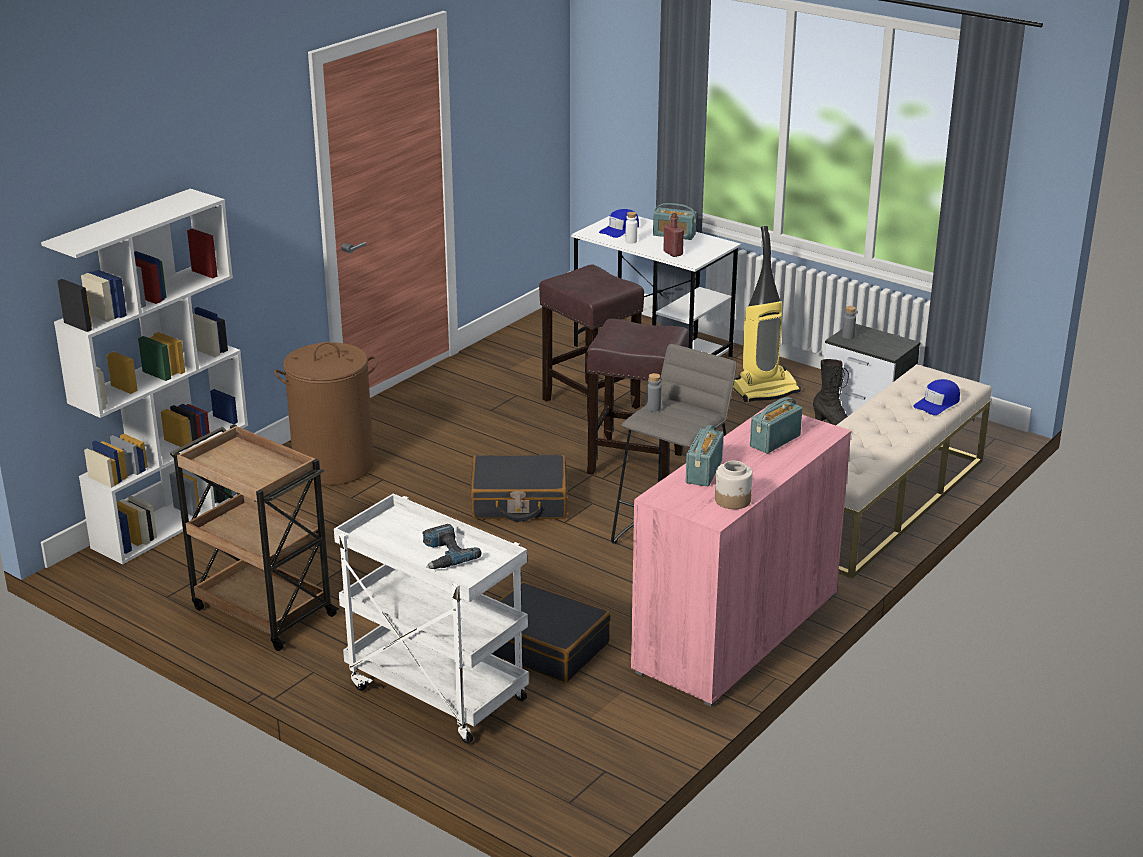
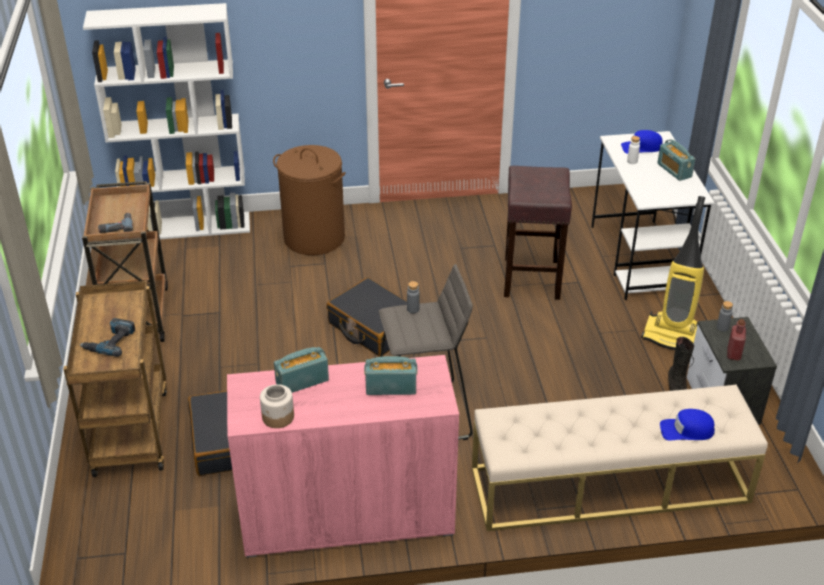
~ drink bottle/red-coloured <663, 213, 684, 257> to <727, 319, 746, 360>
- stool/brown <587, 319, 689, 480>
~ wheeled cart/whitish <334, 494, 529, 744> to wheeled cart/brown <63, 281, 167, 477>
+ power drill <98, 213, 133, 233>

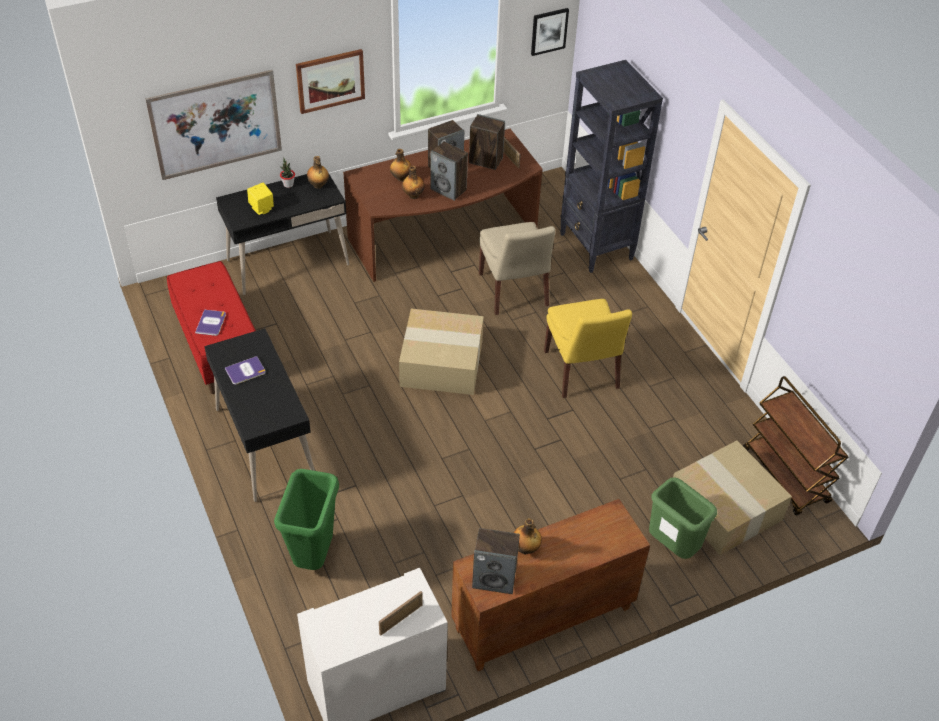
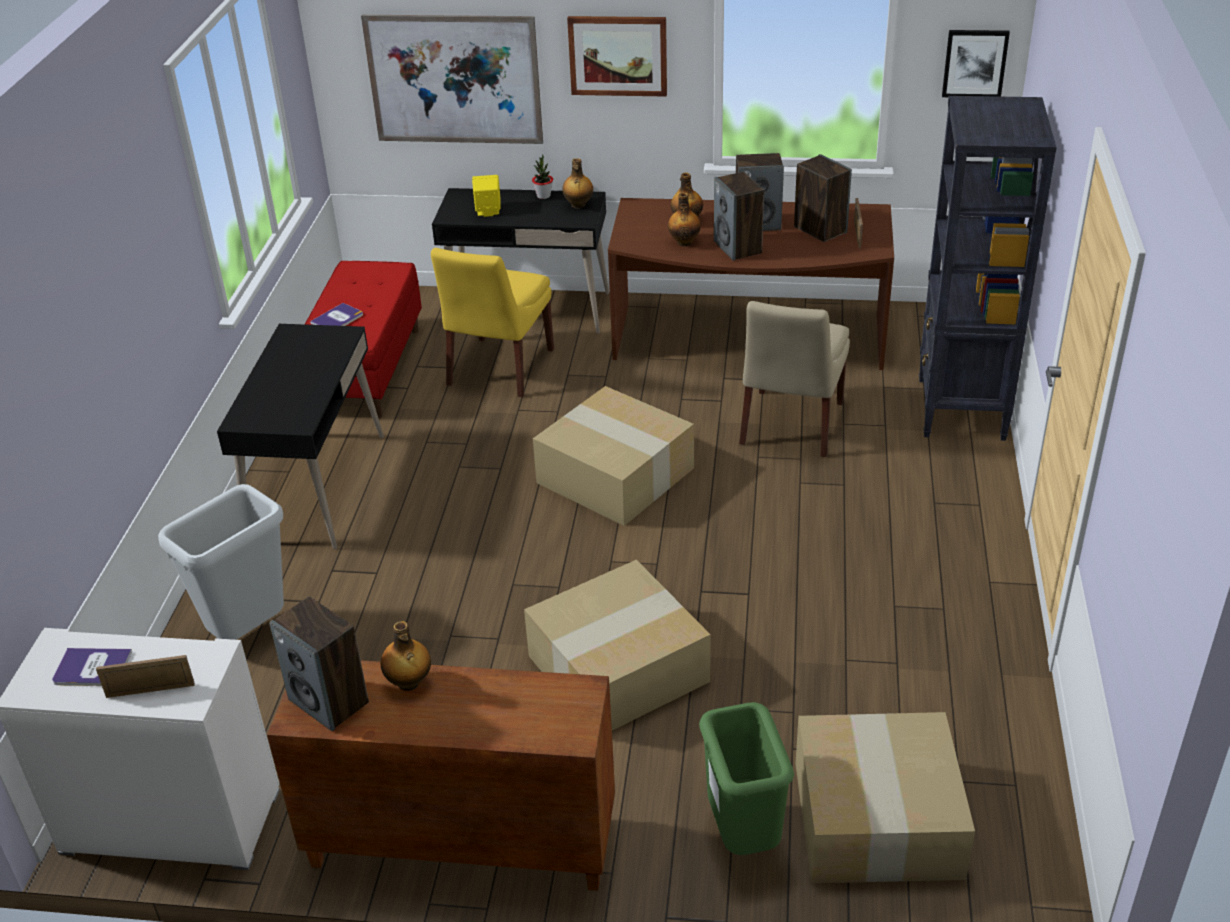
~ chair/yellow <544, 299, 632, 398> to <431, 248, 554, 397>
~ bound book <225, 356, 266, 385> to <52, 648, 132, 686>
- wheeled cart/brown <743, 376, 849, 515>
~ waste bin/green <274, 469, 339, 570> to waste bin/gray <158, 484, 284, 640>
+ packing box <524, 560, 711, 730>

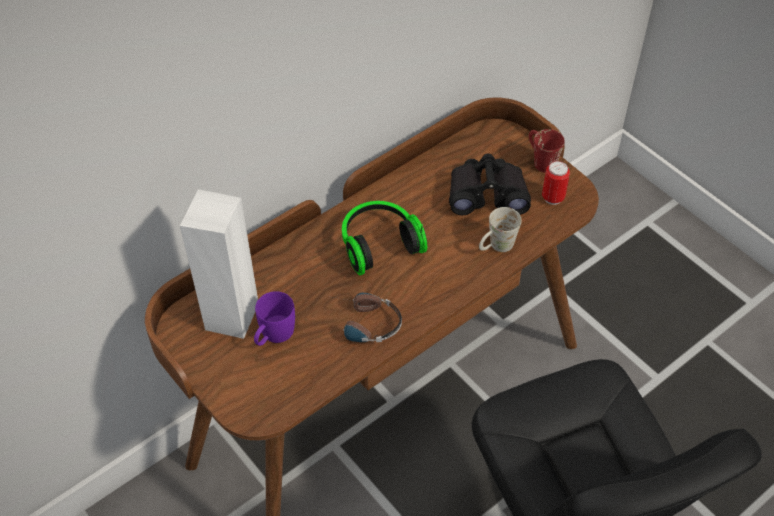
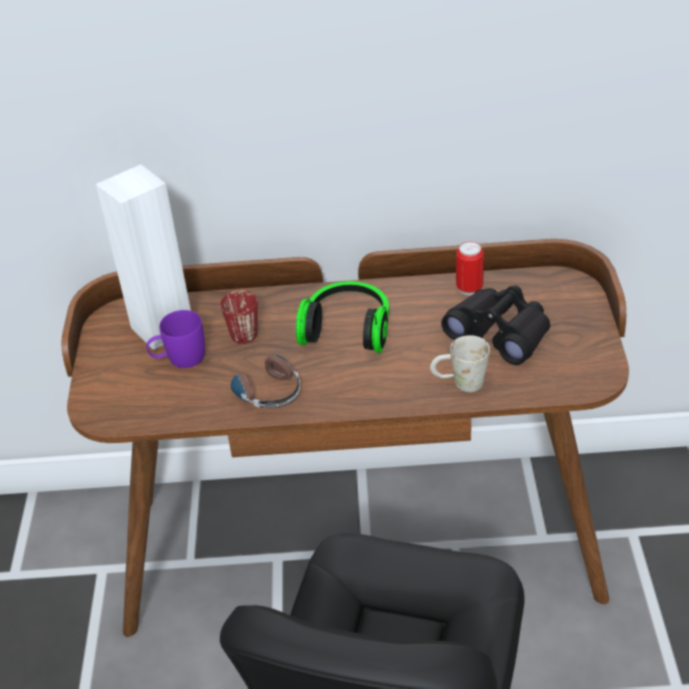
~ tea mug/red-coloured <529, 129, 565, 173> to <220, 289, 258, 344>
~ can <542, 161, 570, 205> to <456, 241, 484, 295>

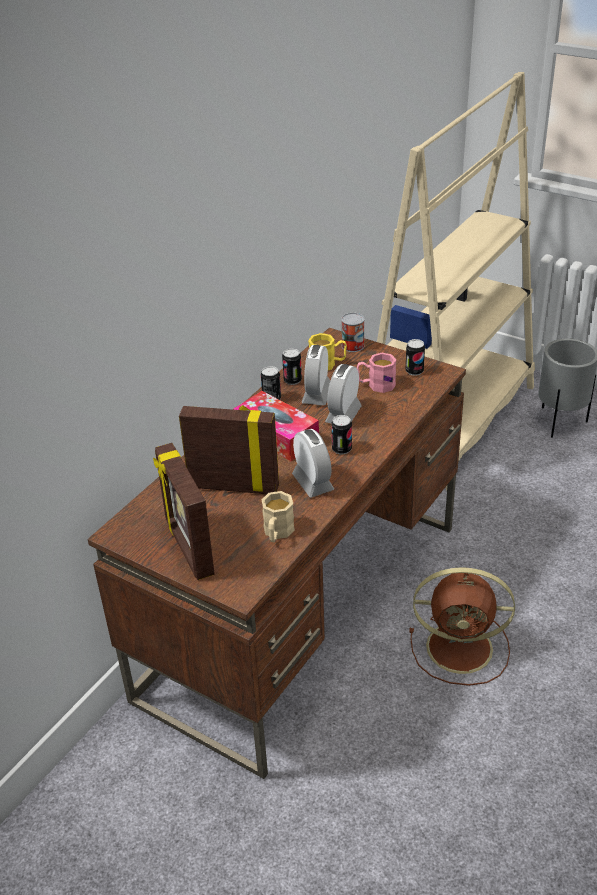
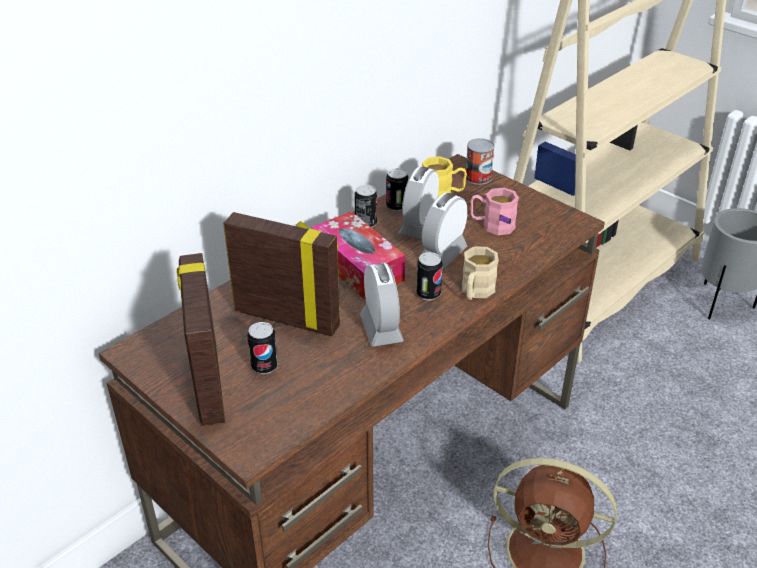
~ can <405, 339, 425, 376> to <247, 322, 278, 374>
~ tea mug/beige <262, 491, 295, 542> to <462, 247, 499, 300>

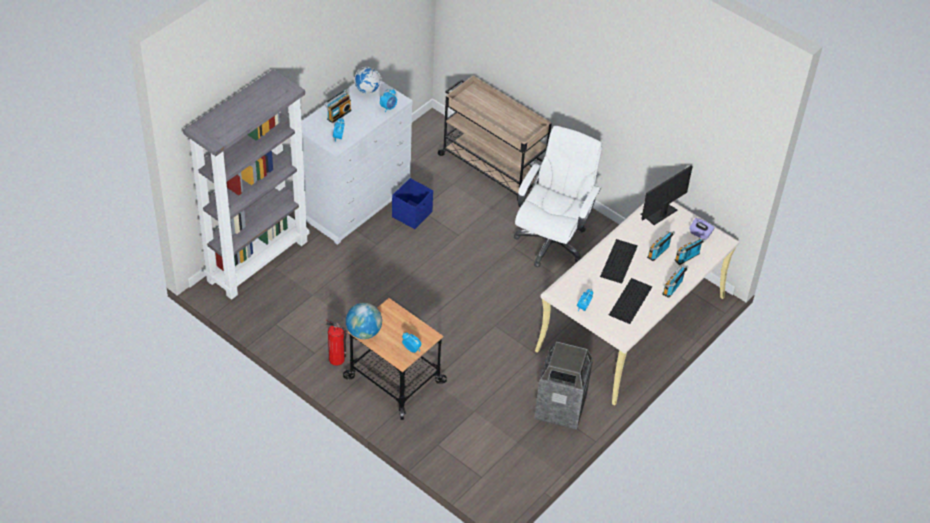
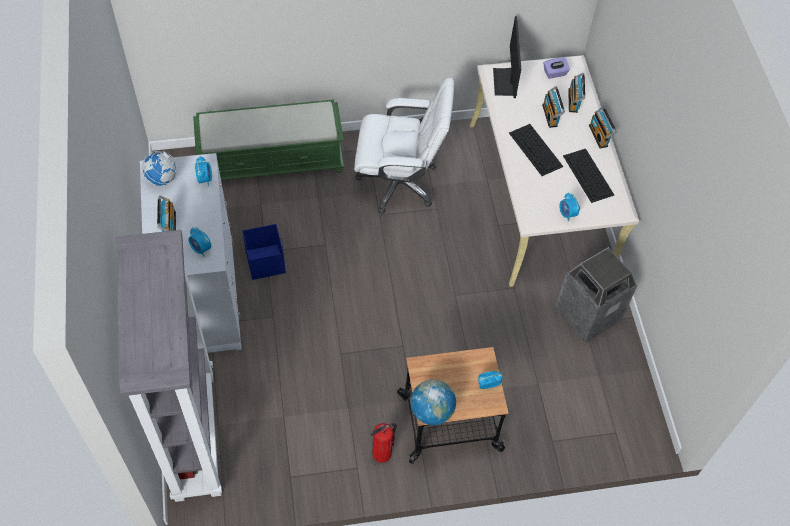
~ wheeled cart/beige <438, 75, 552, 207> to long seat/green <193, 99, 344, 180>
~ desk chair/whitish <514, 126, 602, 267> = <354, 78, 454, 214> 120 degrees clockwise

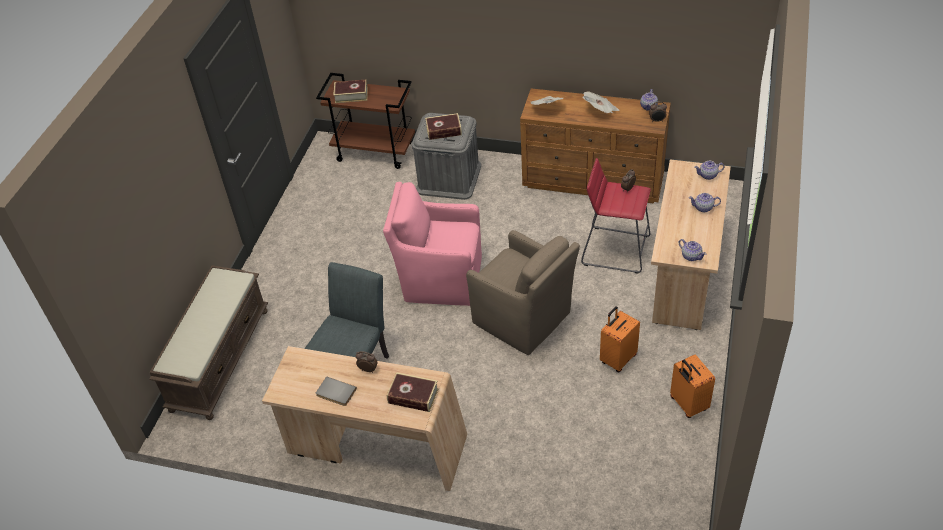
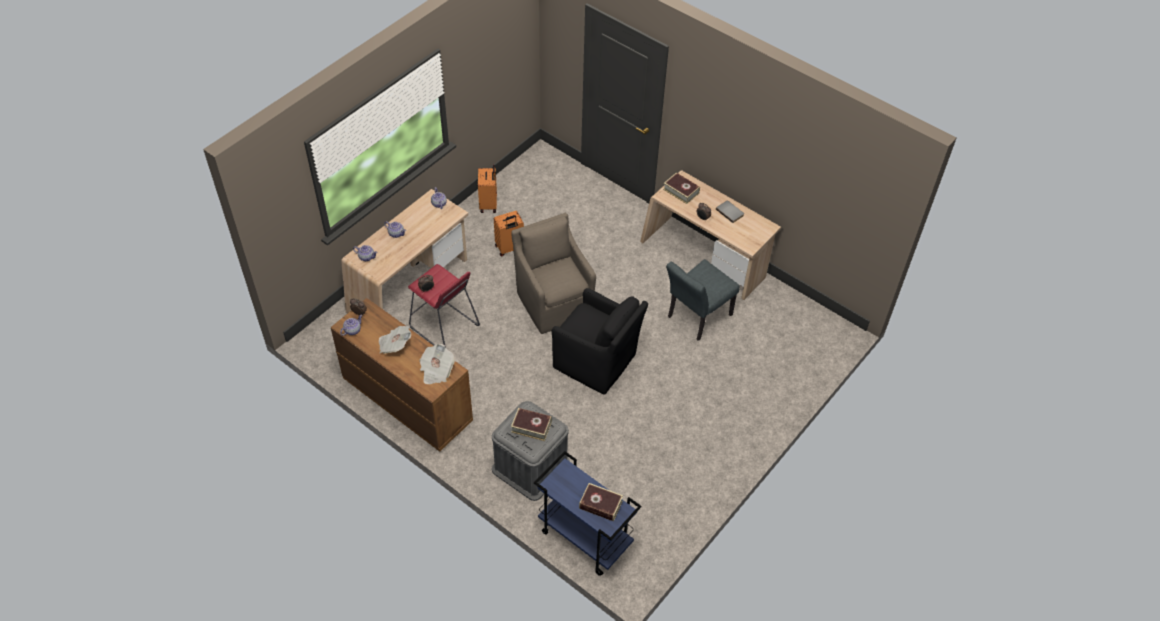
~ wheeled cart/brown <316, 73, 415, 169> to wheeled cart/blue-coloured <534, 451, 641, 576>
~ easy chair/pinkish <383, 182, 482, 306> to easy chair/blackish <552, 288, 648, 395>
- long seat/brown <149, 265, 268, 420>

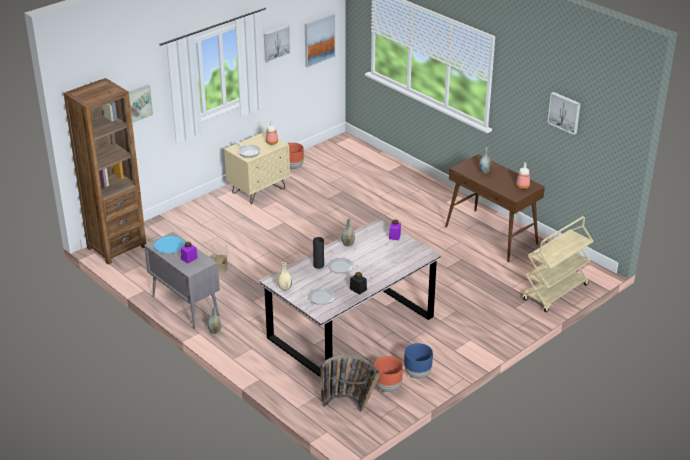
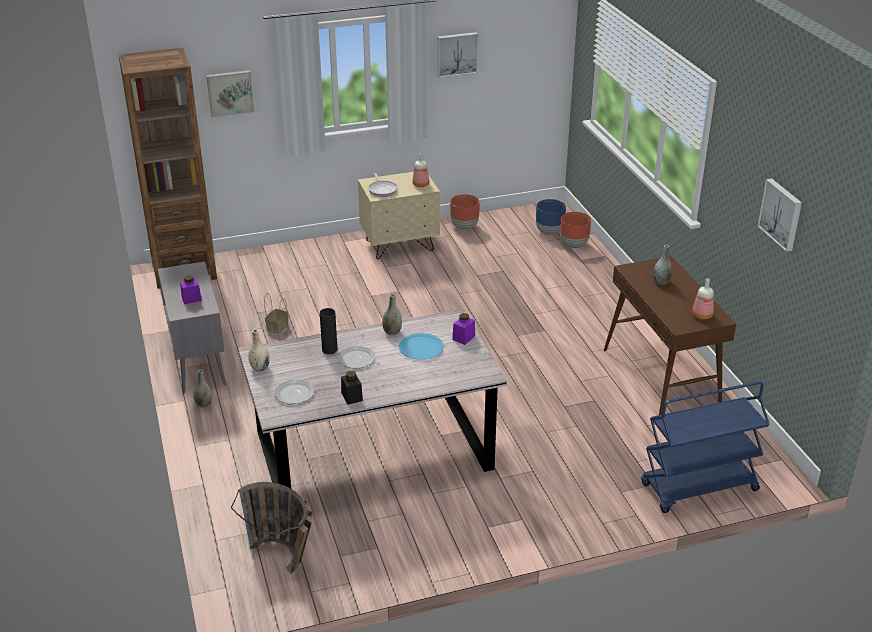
- picture <305, 14, 335, 68>
~ wheeled cart/beige <523, 216, 593, 312> to wheeled cart/blue-coloured <641, 381, 770, 513>
~ plate/blue-coloured <154, 236, 184, 253> to <399, 333, 444, 360>
~ plant pot/blue-coloured <404, 343, 433, 379> to <536, 199, 566, 235>
~ plant pot/brown <374, 356, 403, 392> to <560, 212, 591, 248>

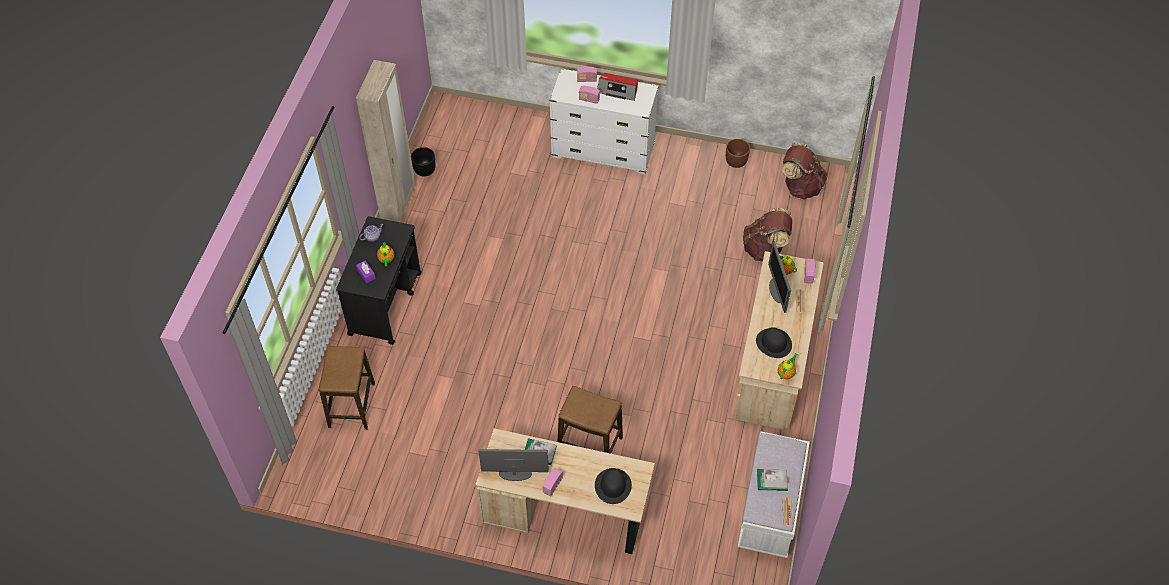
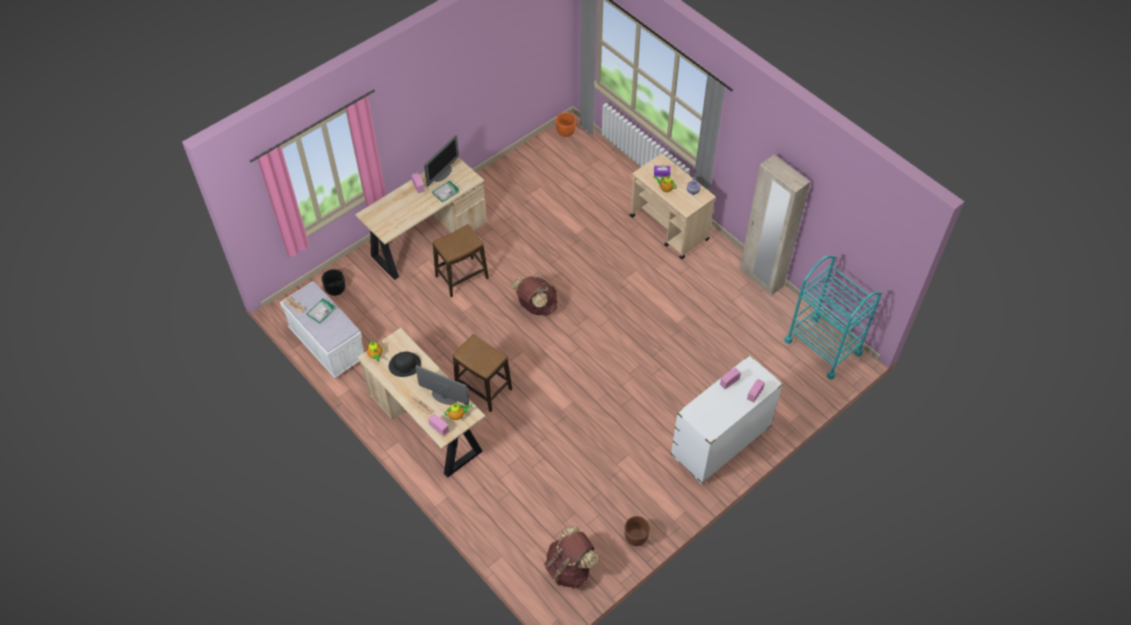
- radio set <597, 73, 638, 101>
~ plant pot/blackish <411, 147, 436, 176> to <322, 269, 345, 296>
~ rucksack/brown <743, 208, 792, 262> to <511, 276, 557, 316>
~ wheeled cart/blackish <336, 216, 422, 345> to wheeled cart/beige <630, 154, 716, 259>
~ stool <319, 346, 375, 430> to <453, 334, 512, 412>
- wearable hat/blackish <595, 468, 632, 504>
+ plant pot/orangey <556, 112, 576, 137>
+ wheeled cart/turquoise-coloured <784, 255, 882, 380>

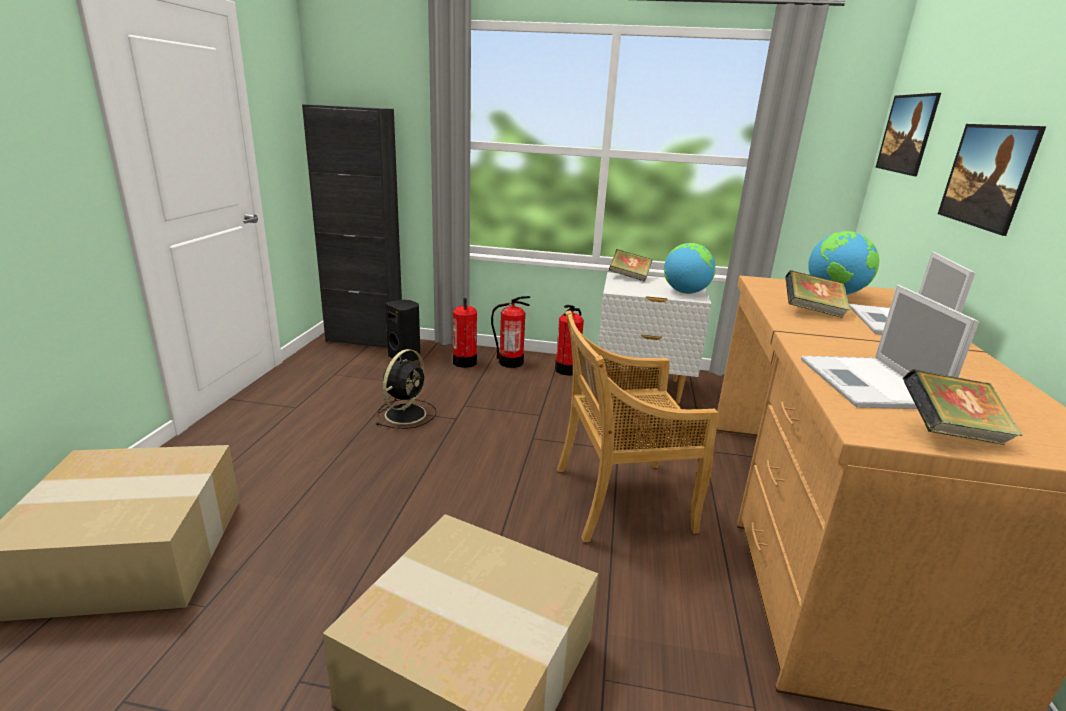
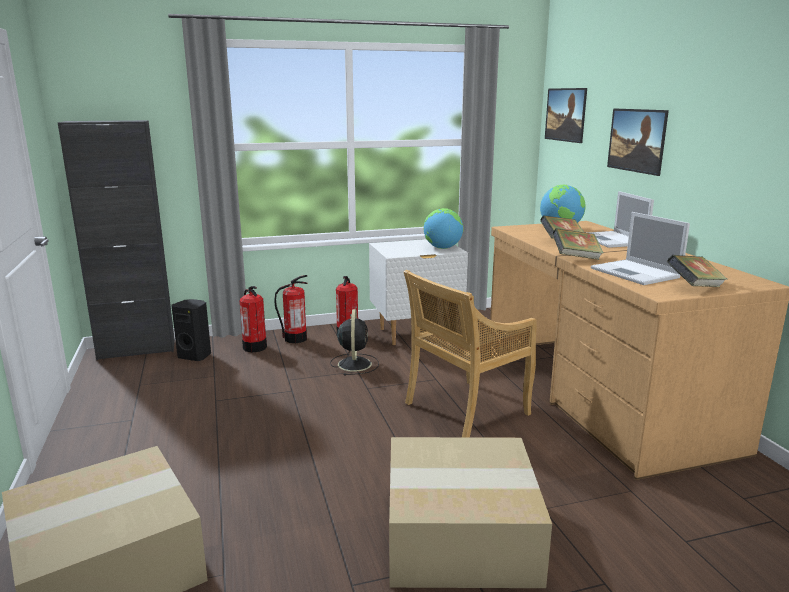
~ bound book <609, 249, 653, 282> to <552, 228, 604, 260>
~ electric fan/blackish <375, 349, 437, 429> to <330, 309, 379, 376>

